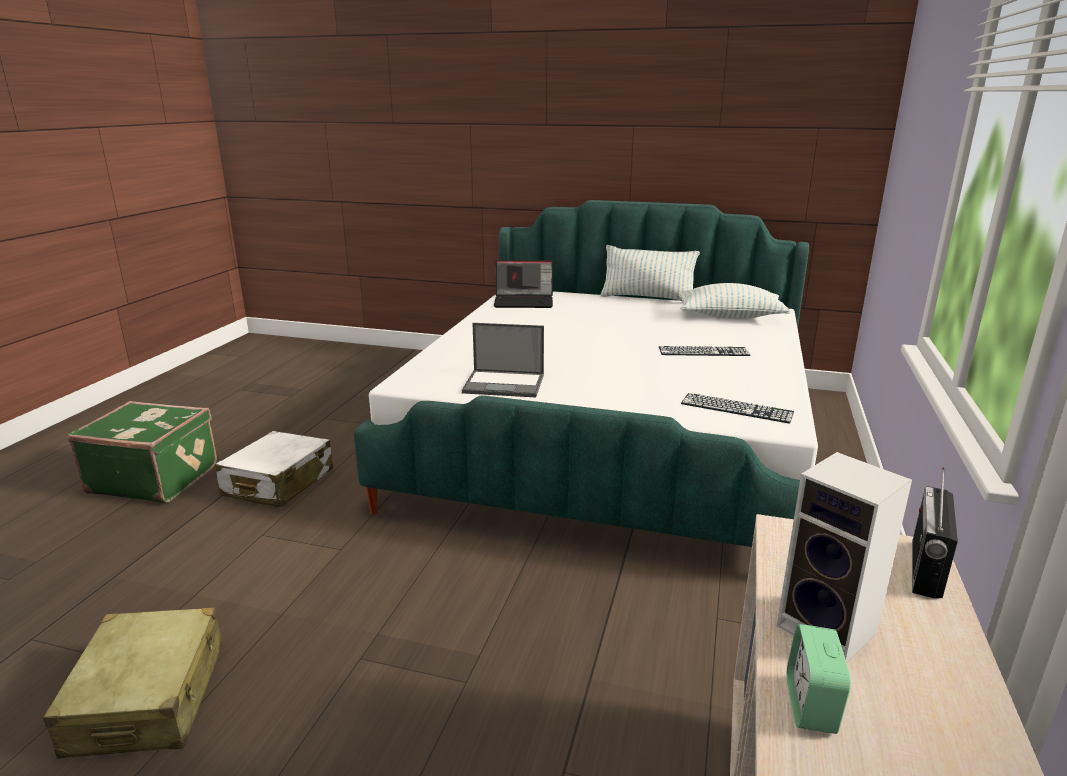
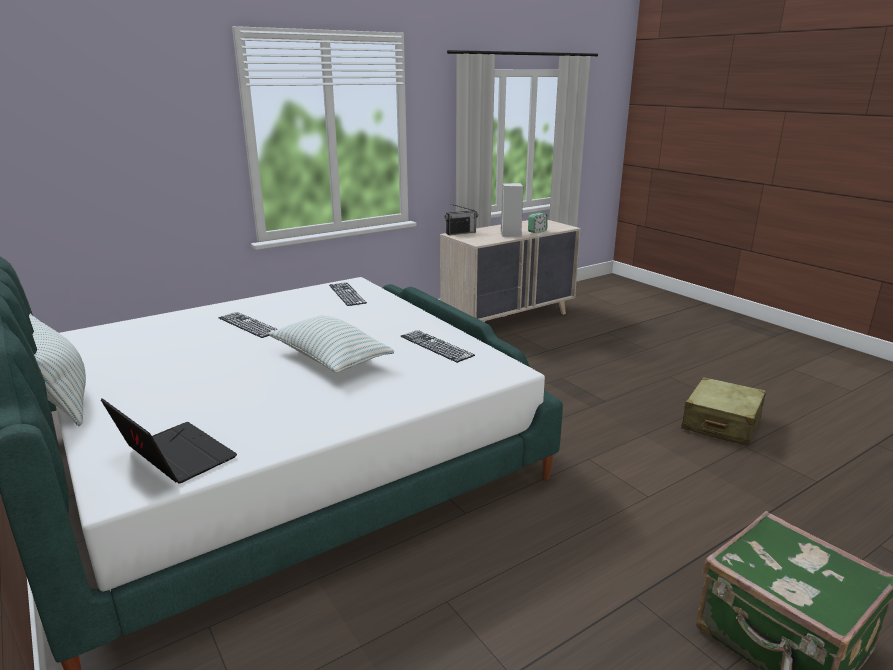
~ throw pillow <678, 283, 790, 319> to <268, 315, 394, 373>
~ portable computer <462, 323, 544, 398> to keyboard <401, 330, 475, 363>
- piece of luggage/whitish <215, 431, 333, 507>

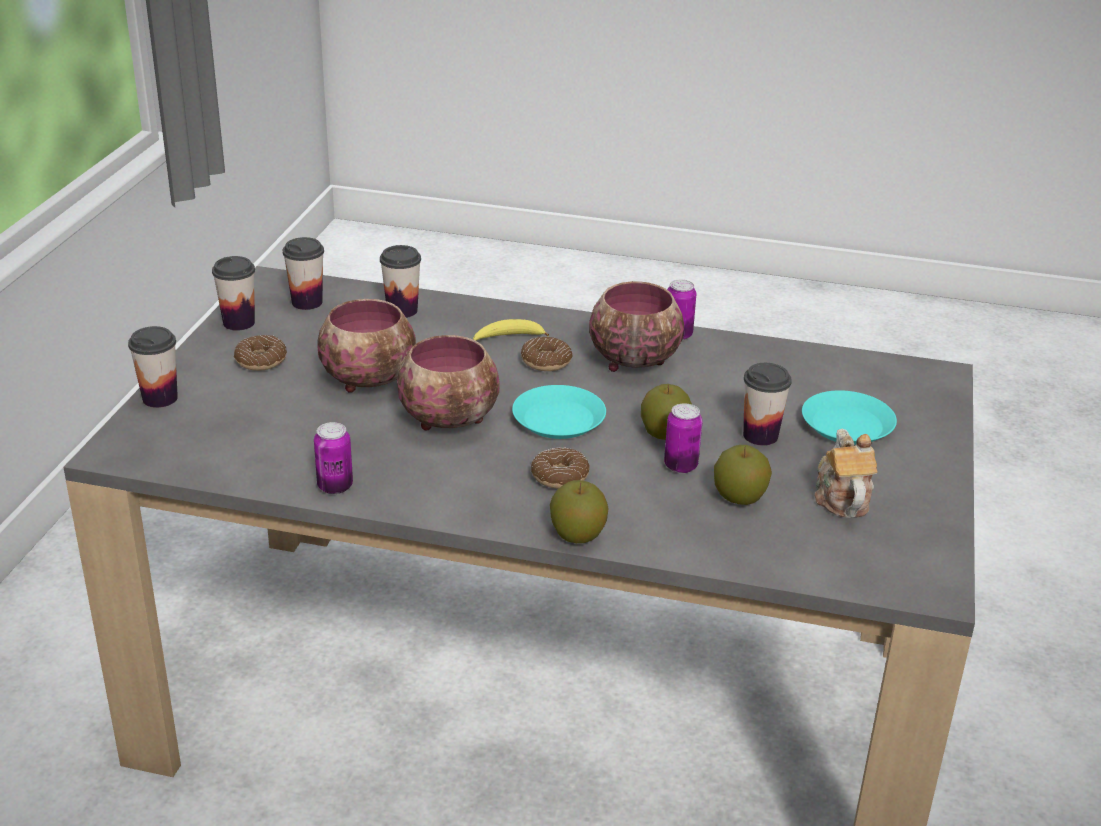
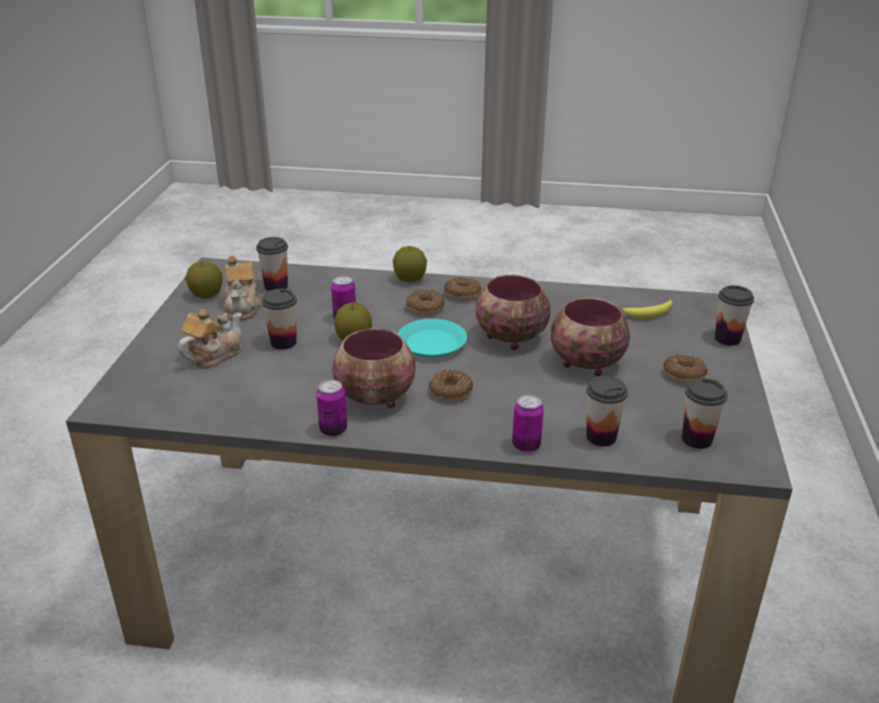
~ small cup <212, 256, 255, 331> to <256, 237, 288, 291>
~ banana <473, 319, 549, 341> to <619, 300, 672, 319>
~ plate/turquoise-coloured <802, 390, 897, 445> to teapot <178, 309, 242, 368>
~ can <314, 422, 353, 494> to <512, 395, 544, 453>
~ whole apple <714, 445, 772, 505> to <185, 261, 223, 299>
+ ring doughnut <444, 277, 482, 300>

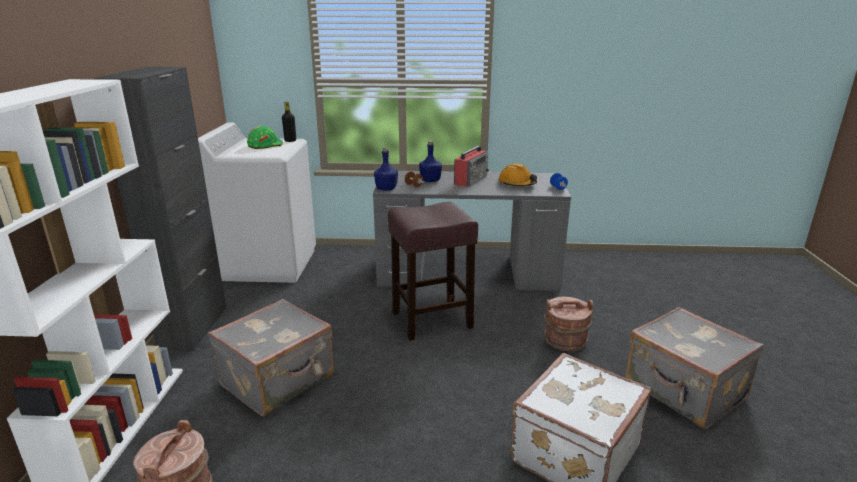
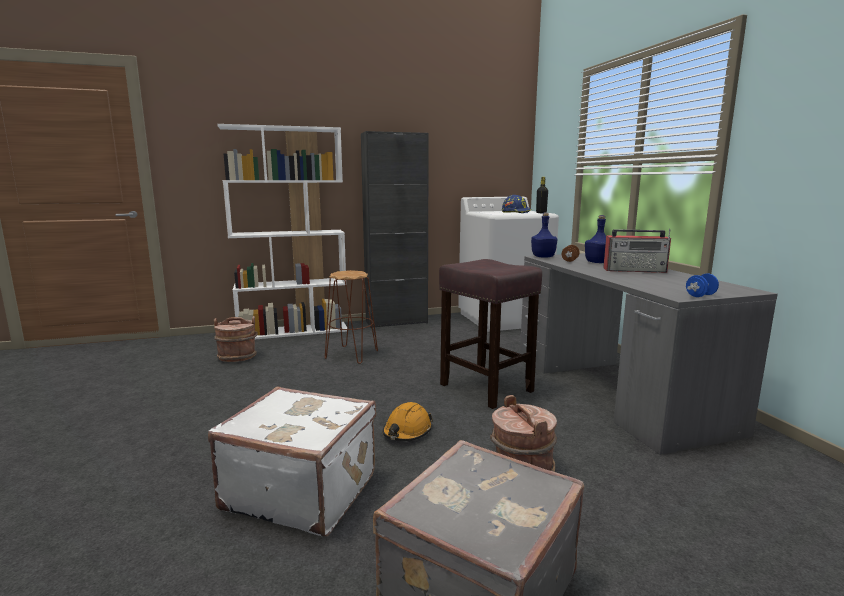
~ safety helmet/green <247, 126, 283, 149> to safety helmet/blue-coloured <502, 195, 531, 213>
~ safety helmet/orangey <498, 164, 537, 186> to <382, 402, 433, 441>
~ piece of luggage/gray <208, 299, 334, 416> to stool/brown <325, 270, 378, 364>

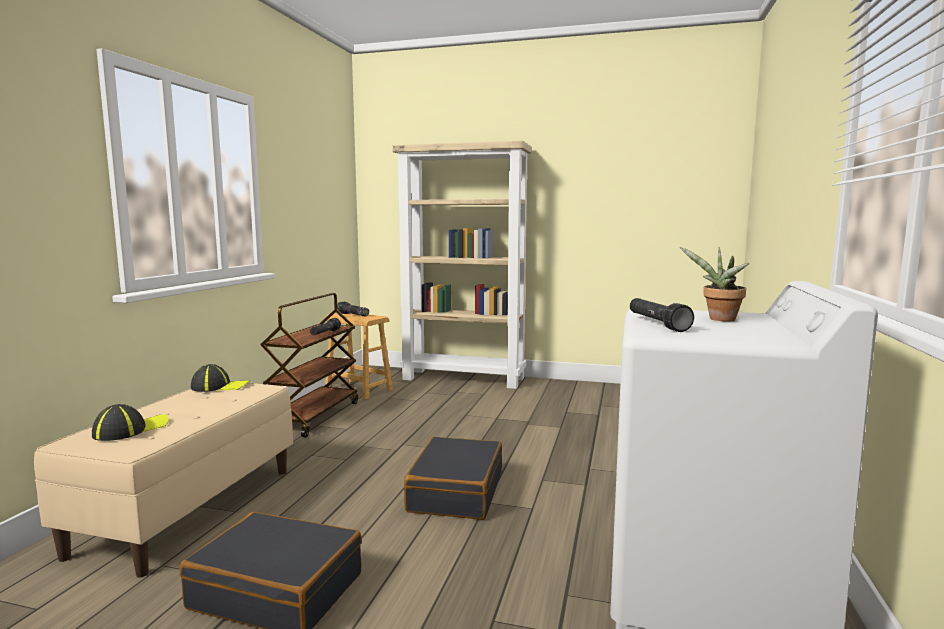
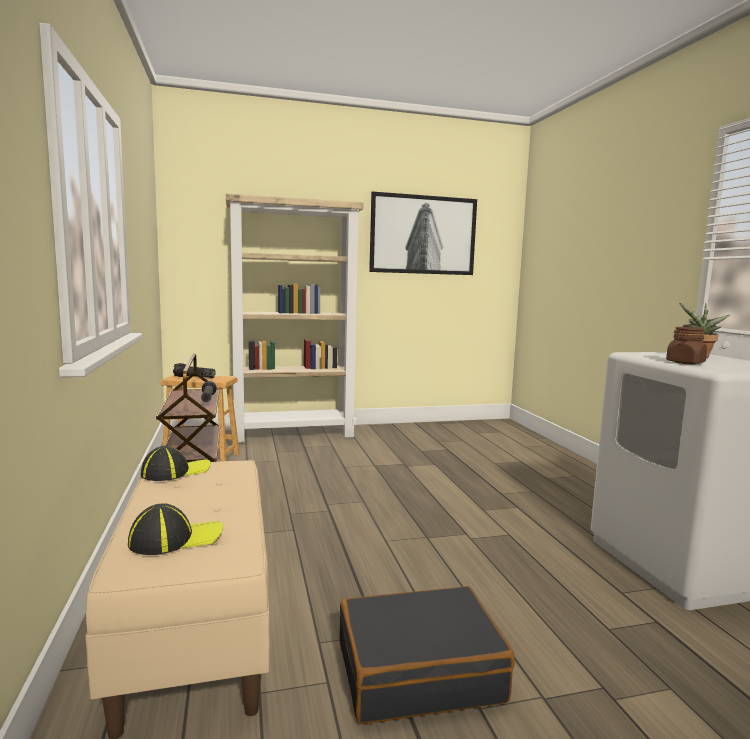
~ flashlight/blackish <630, 298, 694, 332> to preserve jar/brown <666, 327, 707, 364>
~ peaked cap <92, 404, 169, 441> = <128, 503, 223, 555> 60 degrees clockwise
- piece of luggage/blackish <404, 437, 502, 520>
+ picture <369, 191, 477, 275>

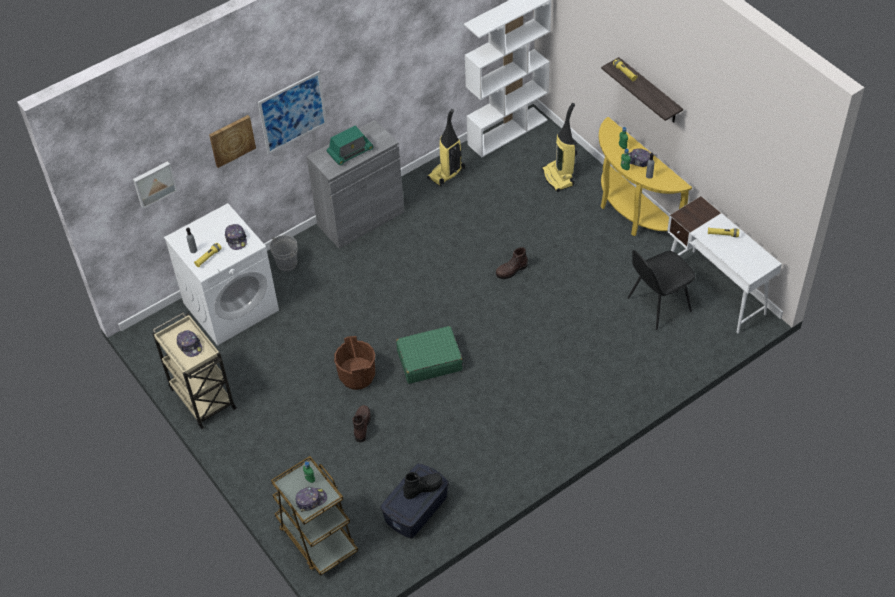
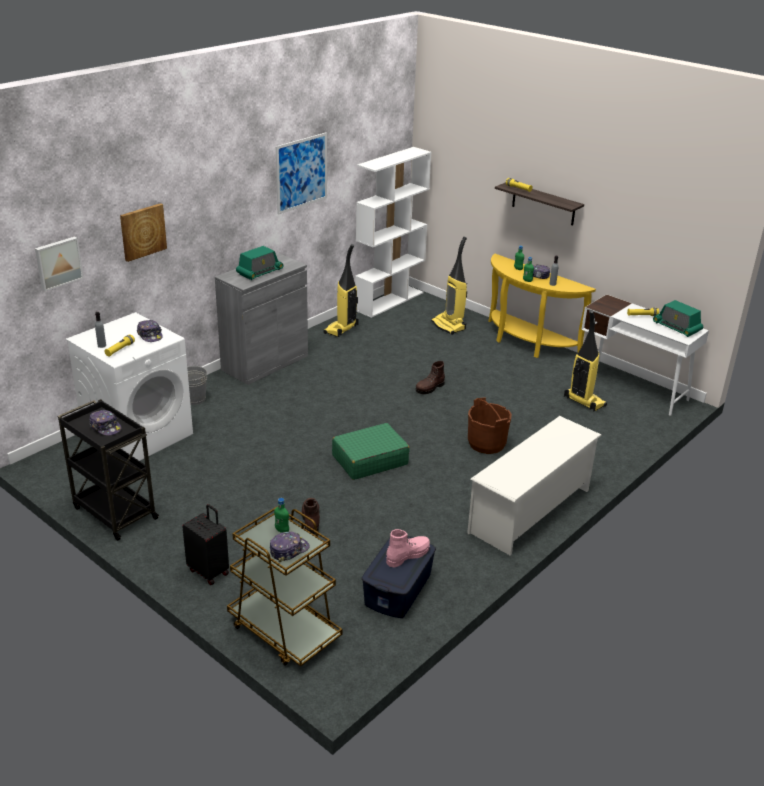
~ picture <258, 71, 327, 154> to <276, 133, 327, 215>
~ chair/blackish <628, 250, 695, 330> to vacuum <564, 310, 607, 412>
~ wheeled cart/beige <152, 312, 237, 429> to wheeled cart/blackish <58, 399, 159, 541>
~ pail/brown <334, 336, 375, 390> to <468, 398, 512, 454>
~ tall boot/blackish <403, 472, 442, 499> to tall boot/pinkish <386, 529, 430, 568>
+ radio set <653, 300, 703, 337>
+ shoe rack/whitish <467, 416, 602, 556>
+ piece of luggage/blackish <182, 504, 229, 585>

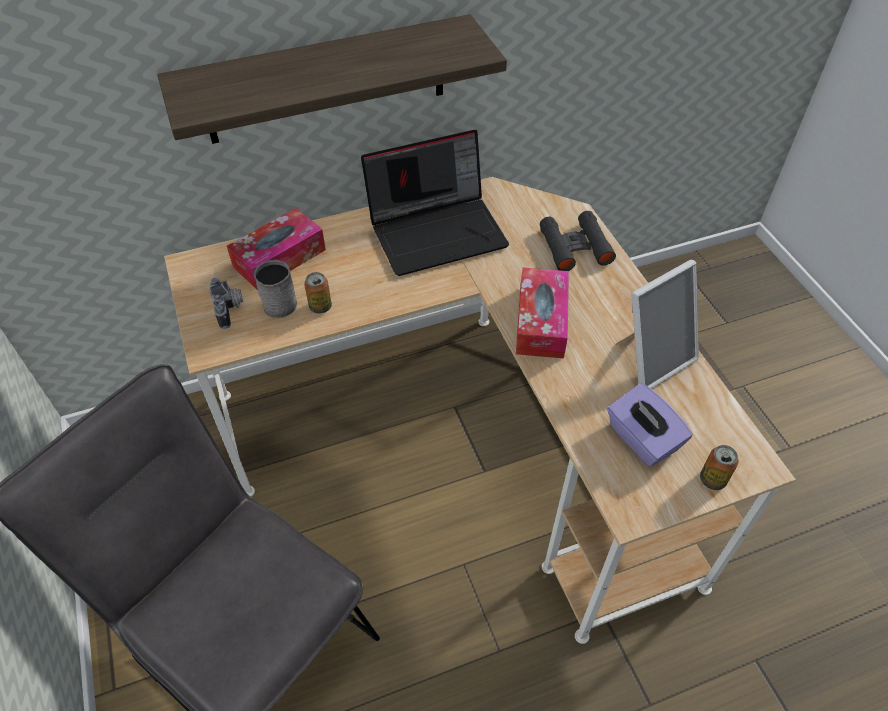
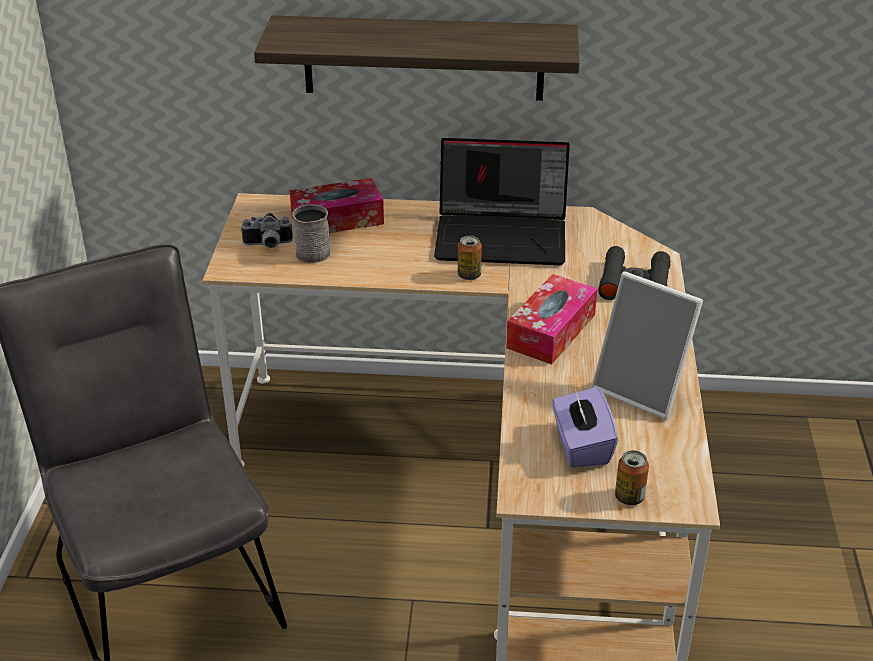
~ photo frame <616, 260, 699, 389> = <591, 272, 703, 419> 45 degrees clockwise
~ can <304, 272, 332, 314> to <458, 235, 482, 280>
~ photo camera <209, 278, 243, 329> = <240, 213, 293, 248> 75 degrees clockwise

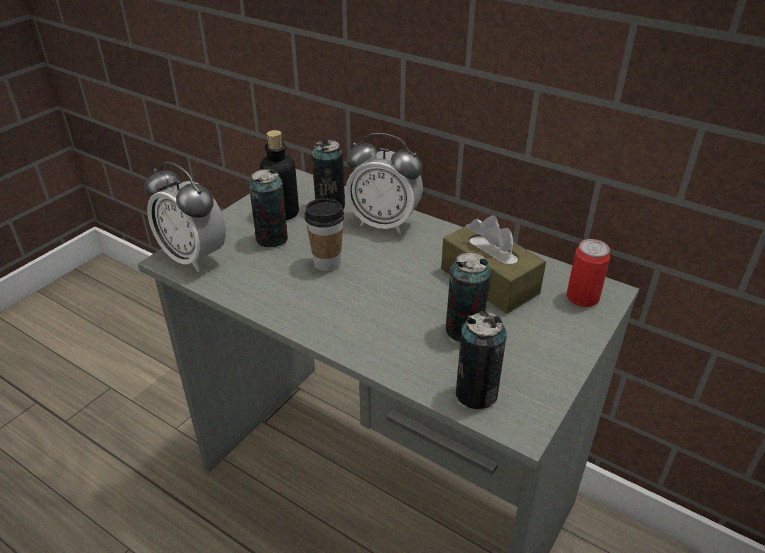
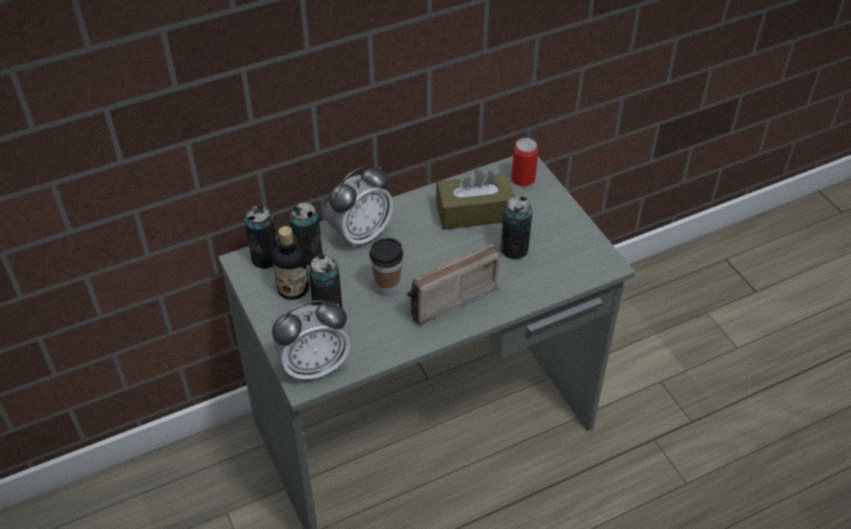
~ can <456, 311, 507, 409> to <244, 205, 277, 269>
+ radio set <406, 244, 500, 325>

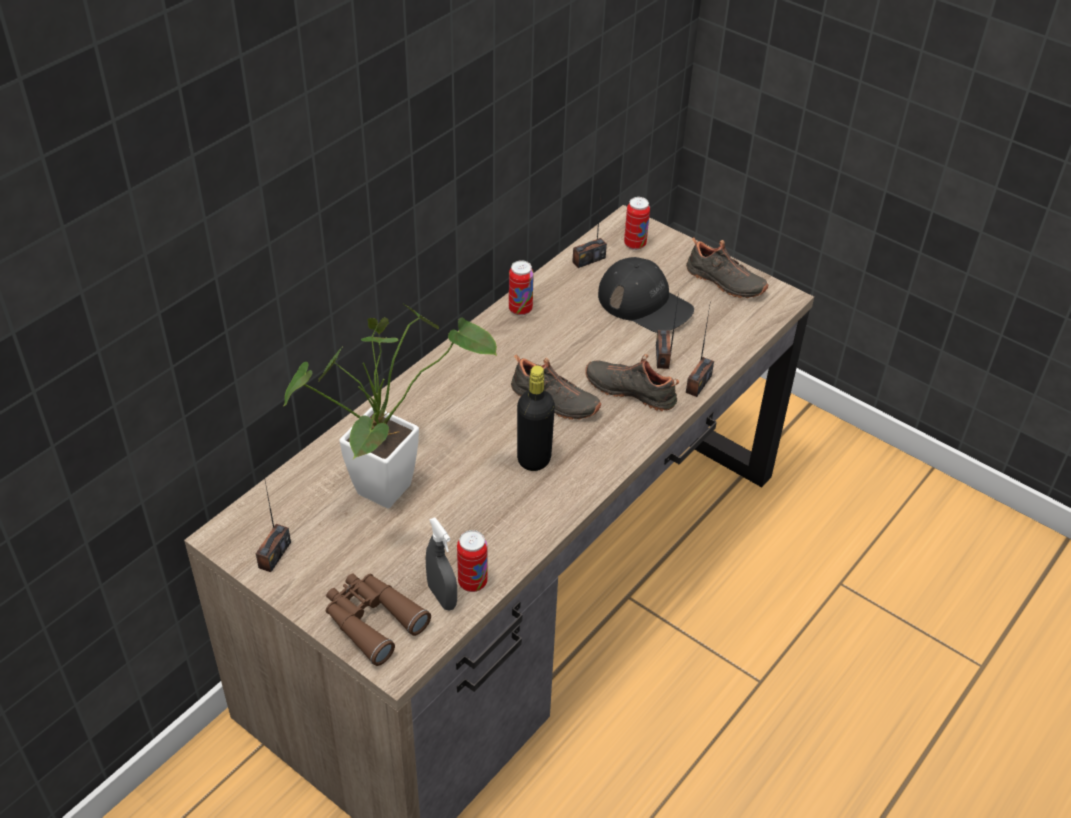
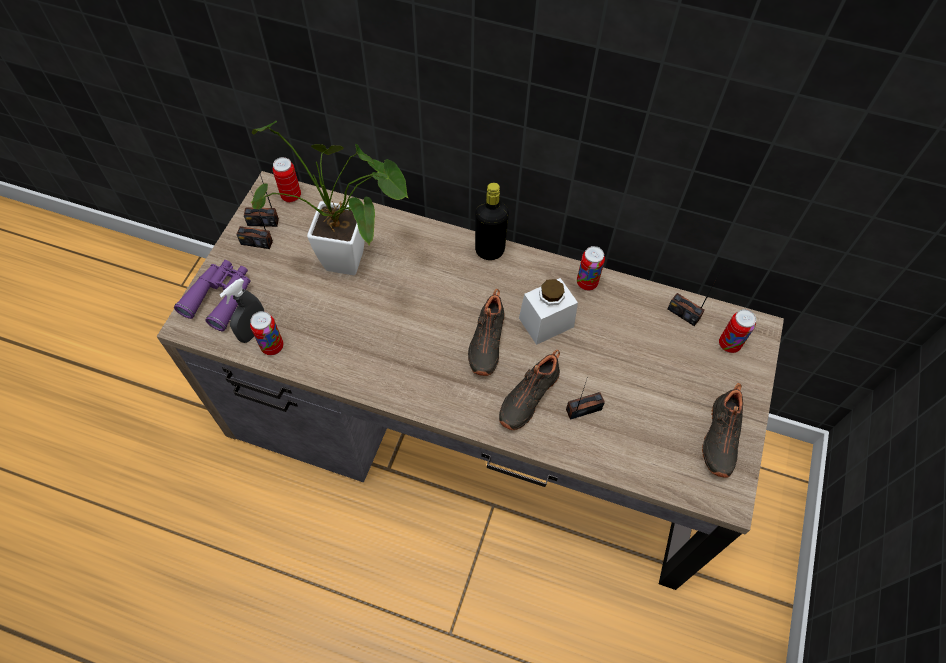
- peaked cap/blackish <598, 257, 694, 333>
~ radio set <686, 306, 714, 397> to <236, 188, 273, 249>
~ low shoe/blackish <585, 354, 679, 411> = <499, 350, 560, 430> 150 degrees counterclockwise
~ drink bottle/blackish <517, 366, 555, 471> to <475, 183, 509, 260>
~ field glasses/brown <326, 573, 431, 666> to field glasses/purple-coloured <174, 260, 251, 331>
+ can <273, 157, 301, 202>
+ preserve jar/whitish <519, 278, 578, 345>

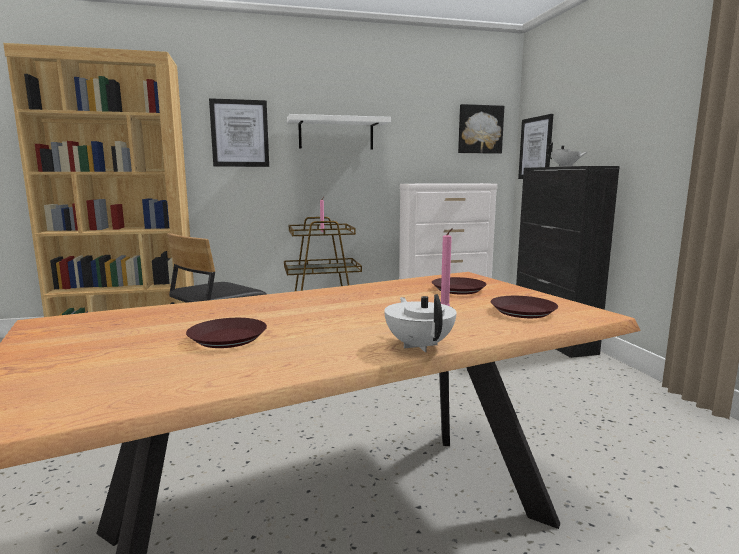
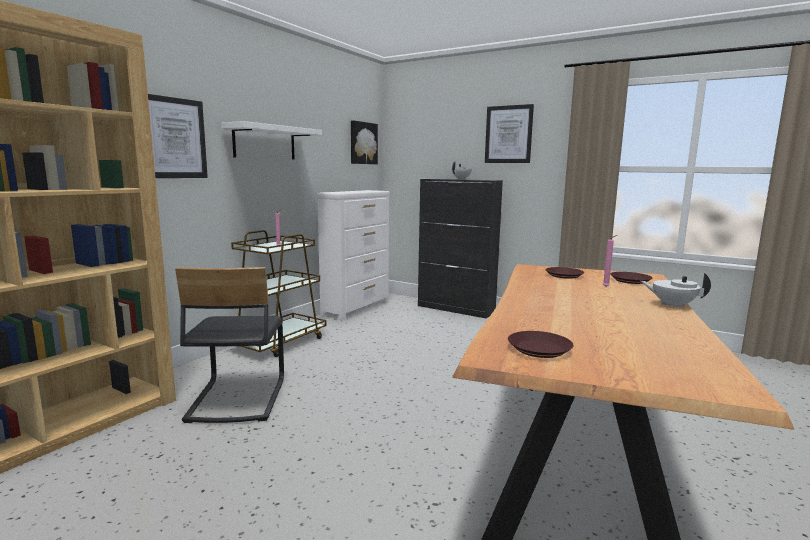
~ picture <518, 114, 553, 179> to <485, 104, 534, 163>
~ plate/brown <186, 318, 267, 348> to <508, 331, 574, 358>

